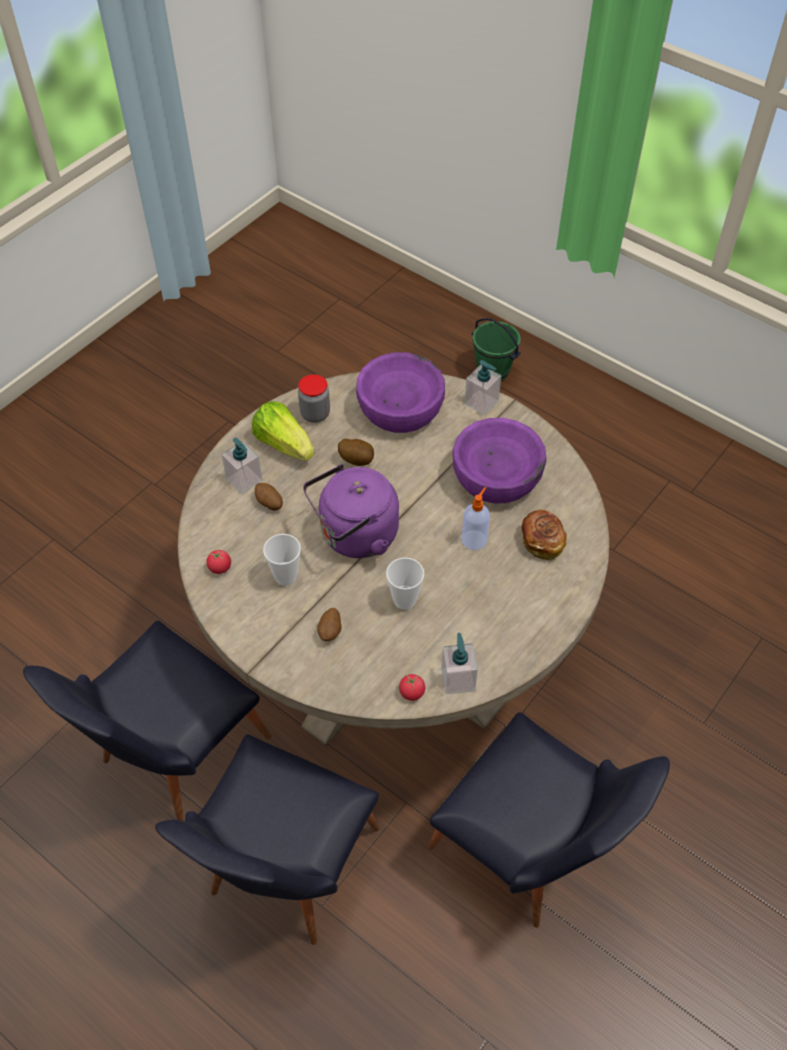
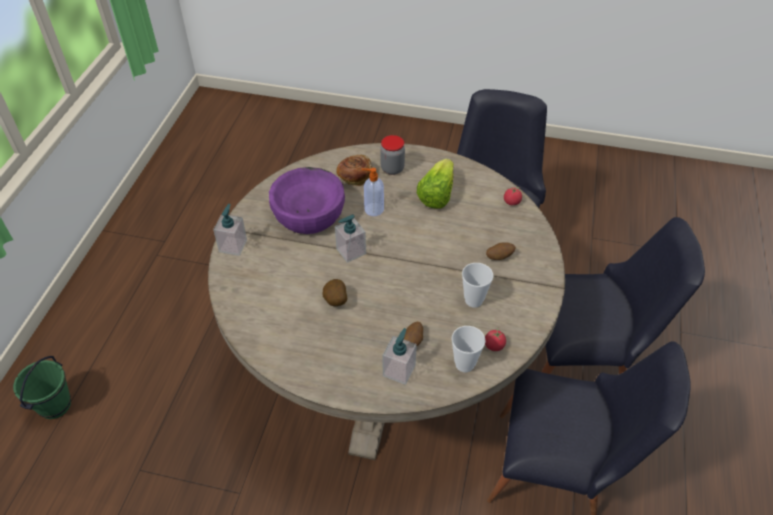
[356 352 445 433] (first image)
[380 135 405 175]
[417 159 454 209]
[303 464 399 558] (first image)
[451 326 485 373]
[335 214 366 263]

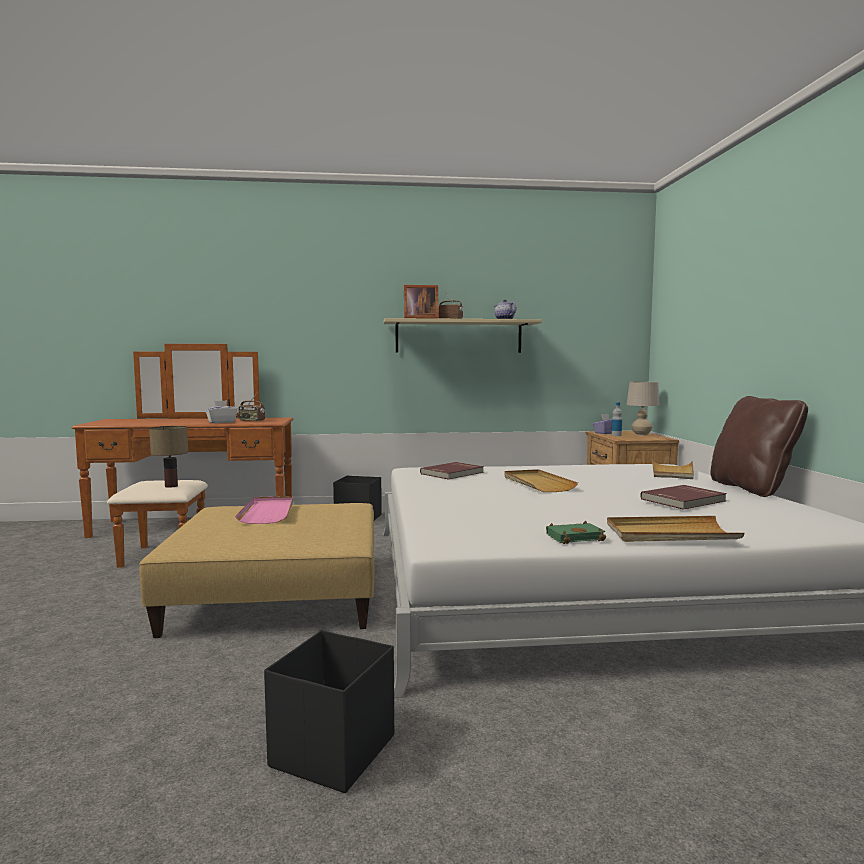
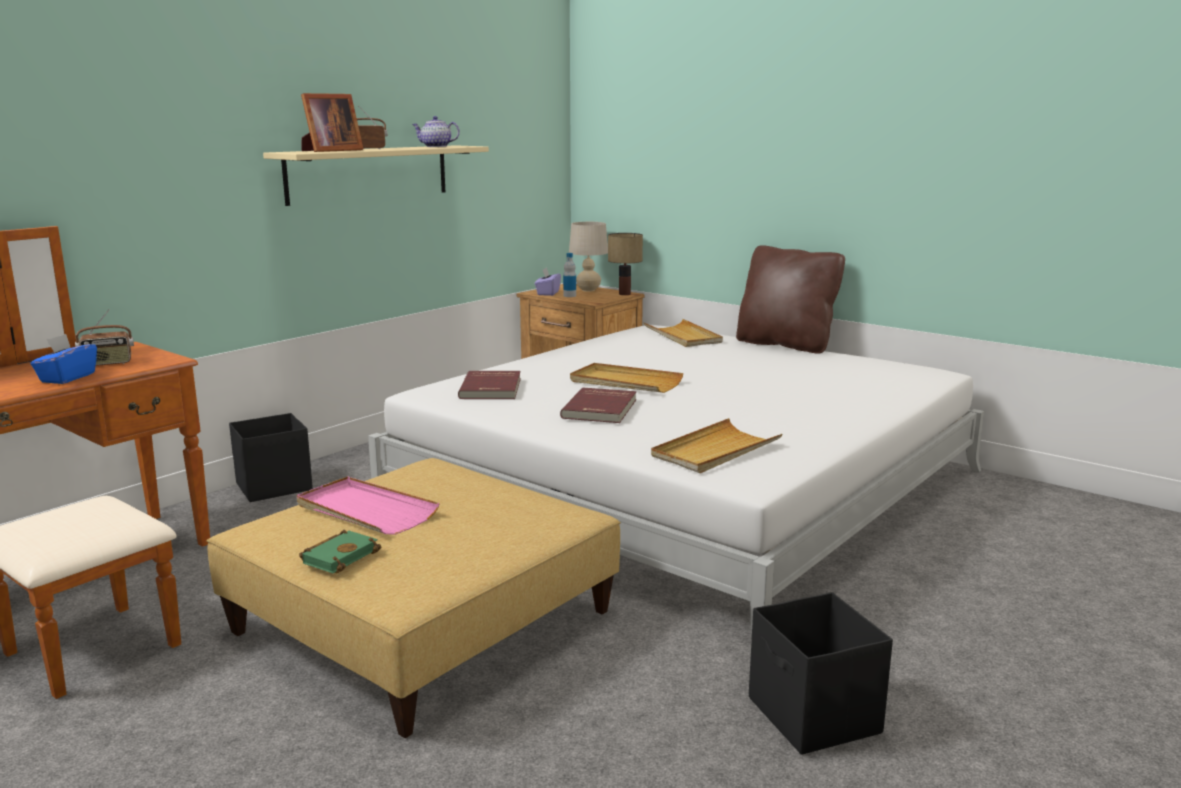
[30 334 97 384]
[608 233 643 295]
[560 387 636 423]
[651 418 782 473]
[299 530 381 573]

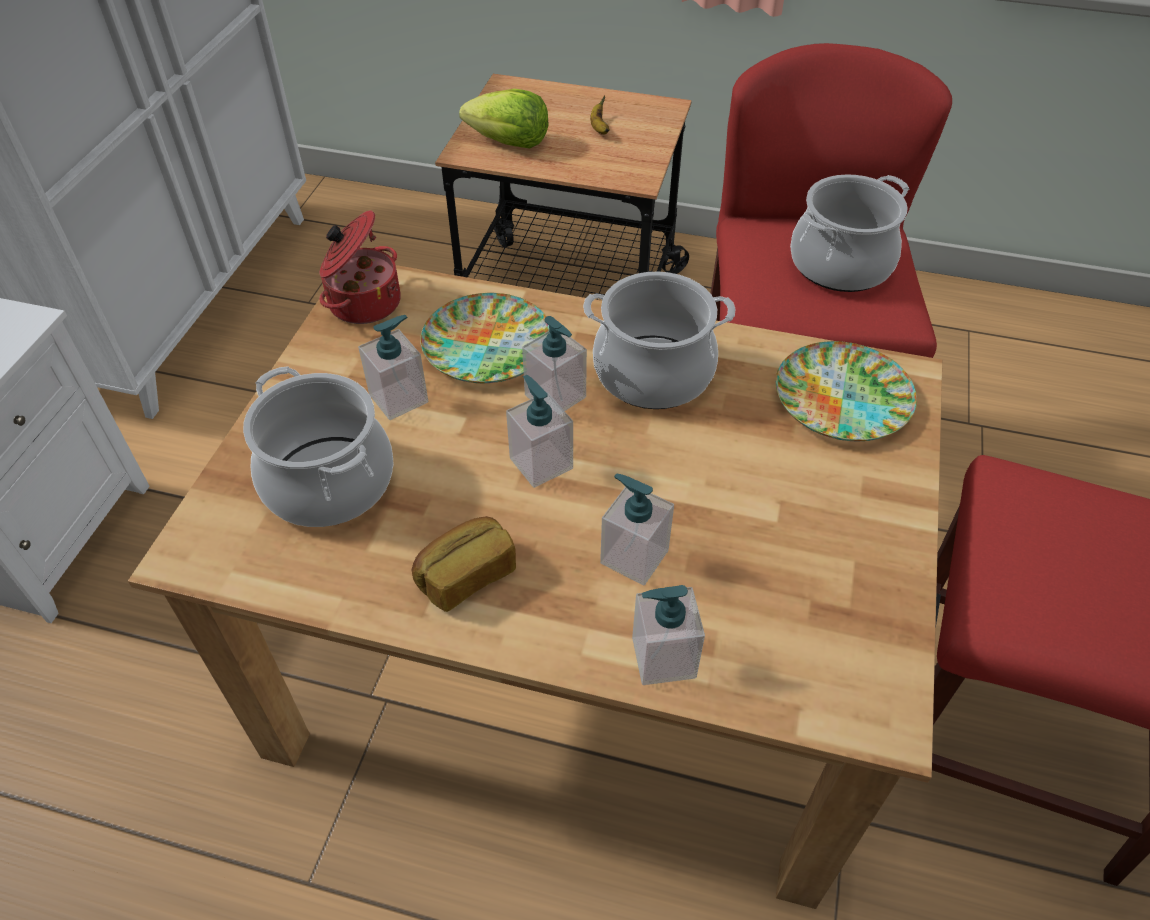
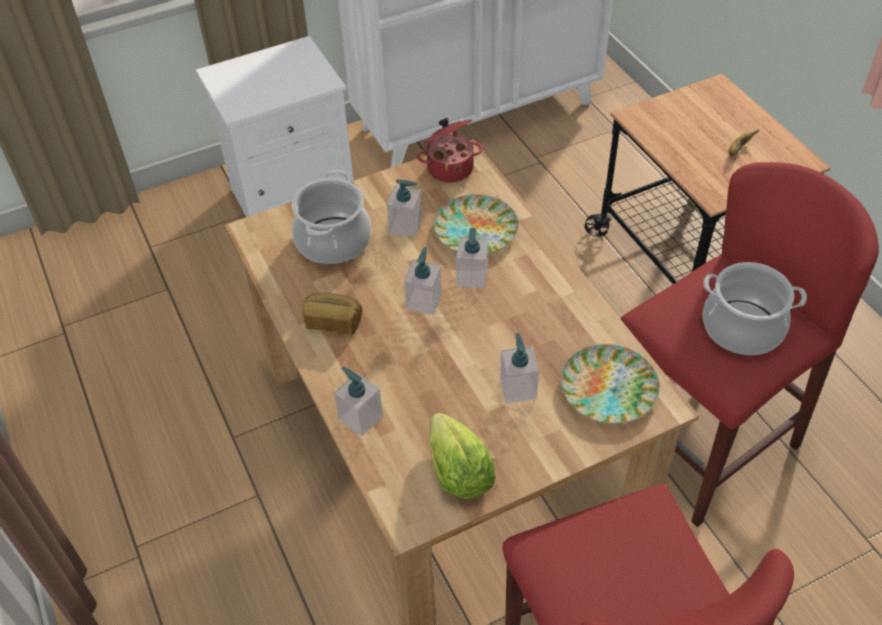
[430 413 496 499]
[583 271 735 409] (first image)
[500 333 539 403]

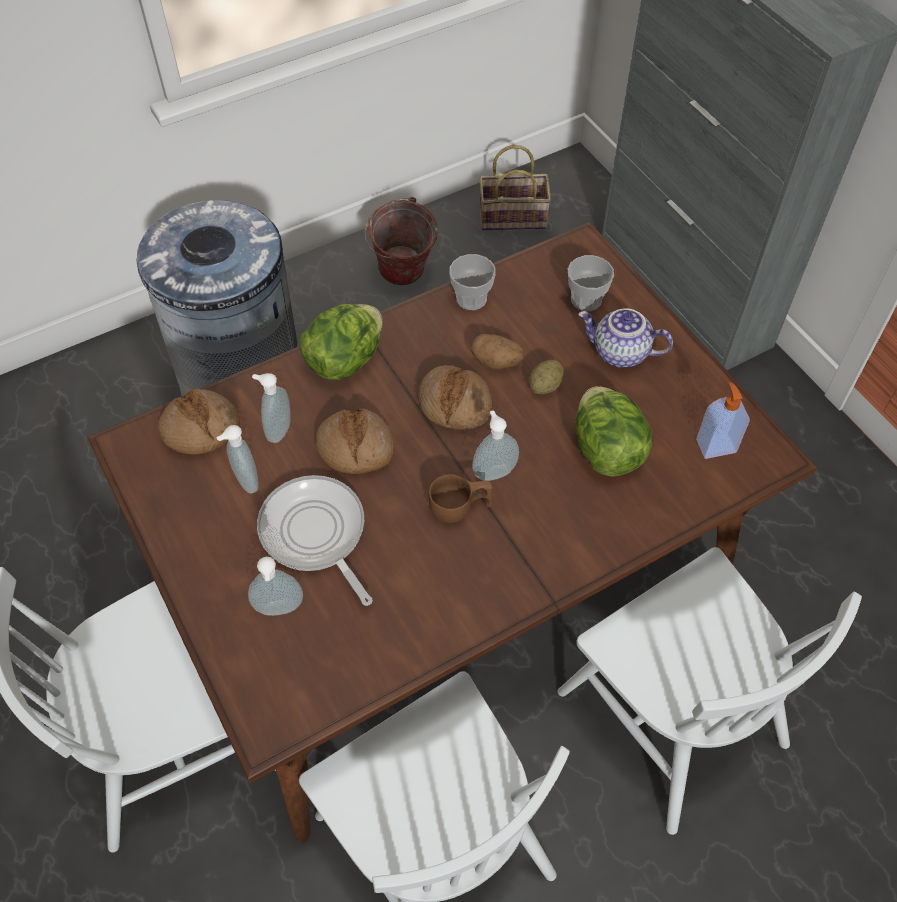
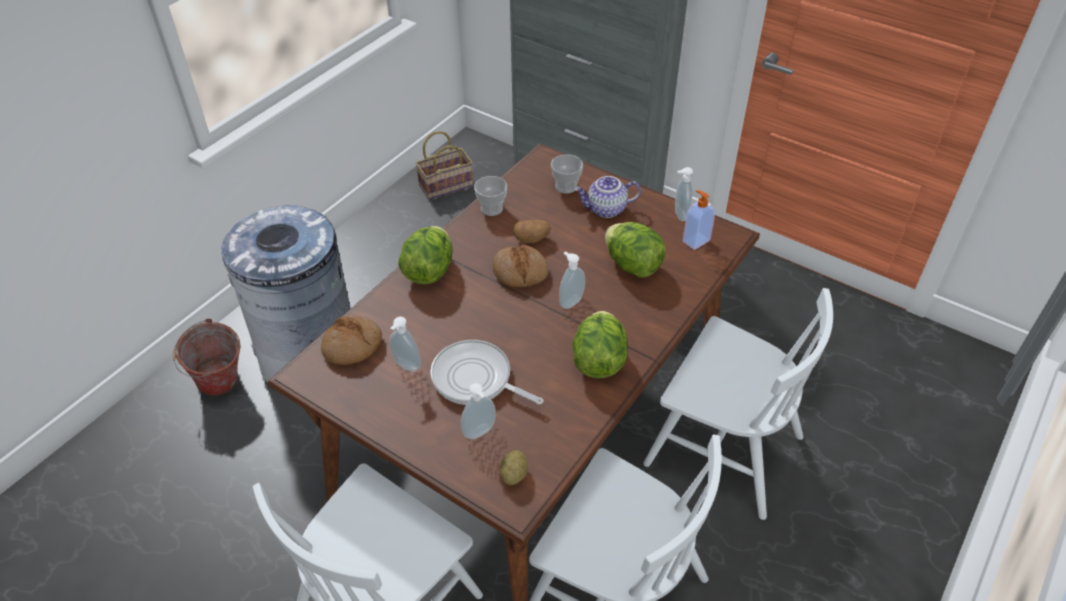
[173 318 241 396]
[499 450 528 486]
[675 167 693 221]
[316 408 394 474] (first image)
[429 474 492 523] (first image)
[572 311 628 378]

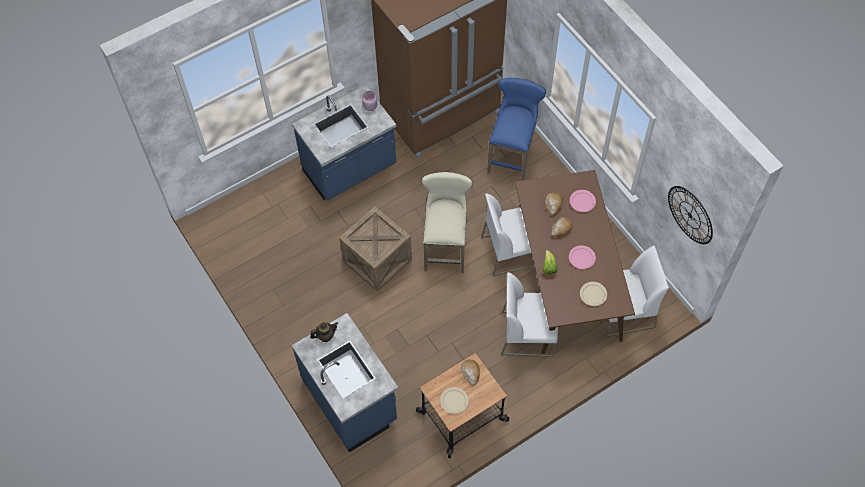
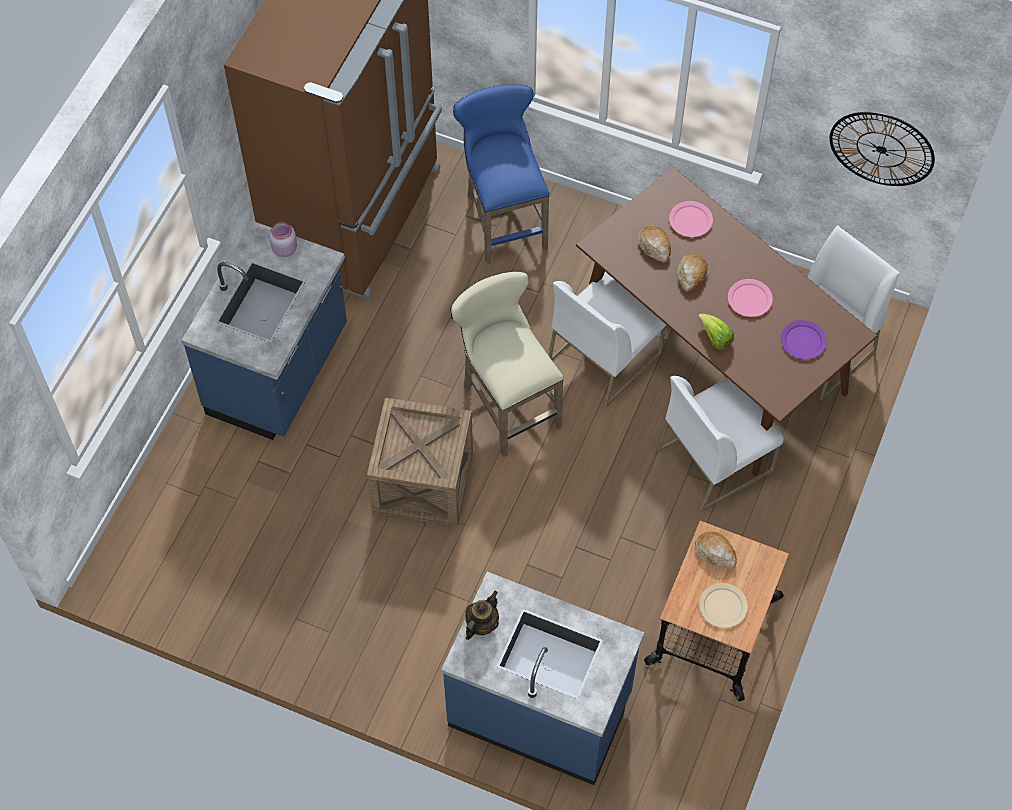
[781 320 827 359]

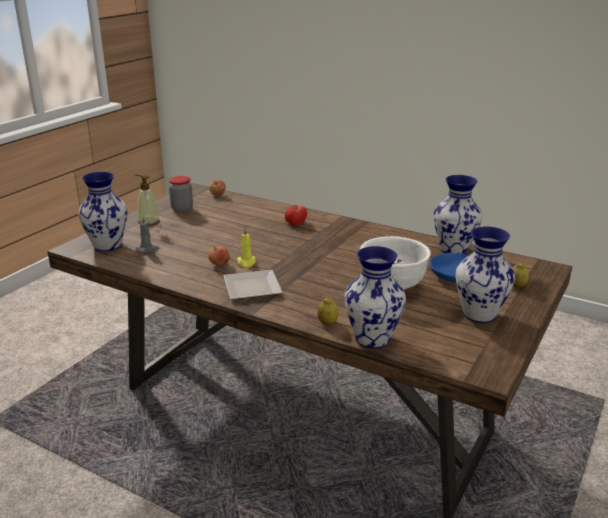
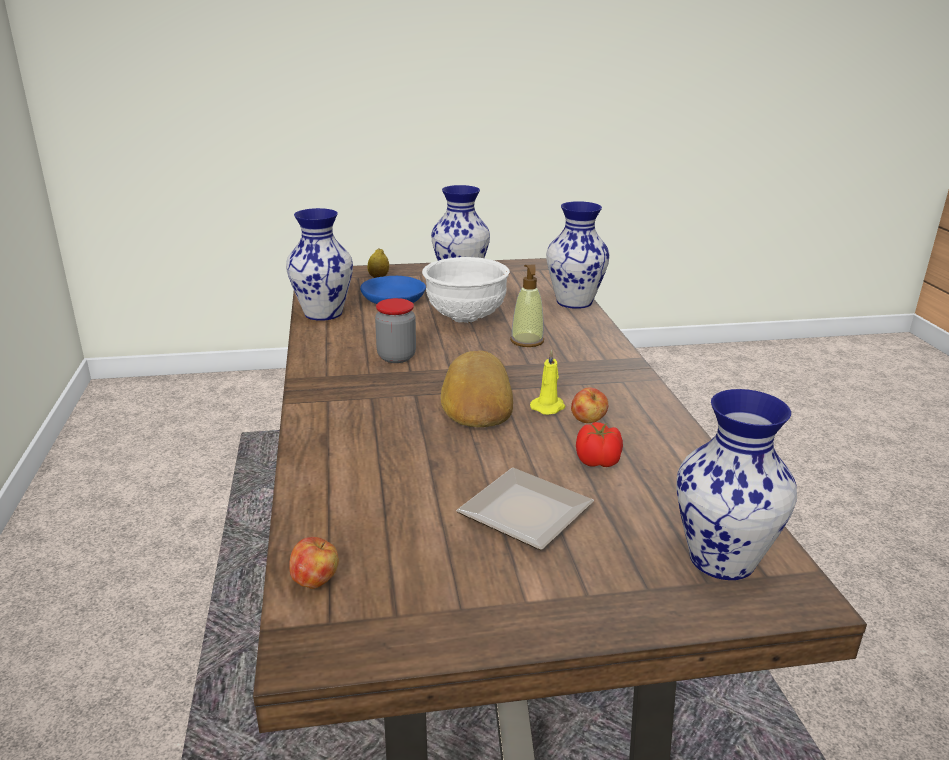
[510 265 544 347]
[375 298 416 363]
[576 422 623 467]
[136 216 159 253] (first image)
[456 468 594 550]
[318 298 339 325] (first image)
[440 351 513 427]

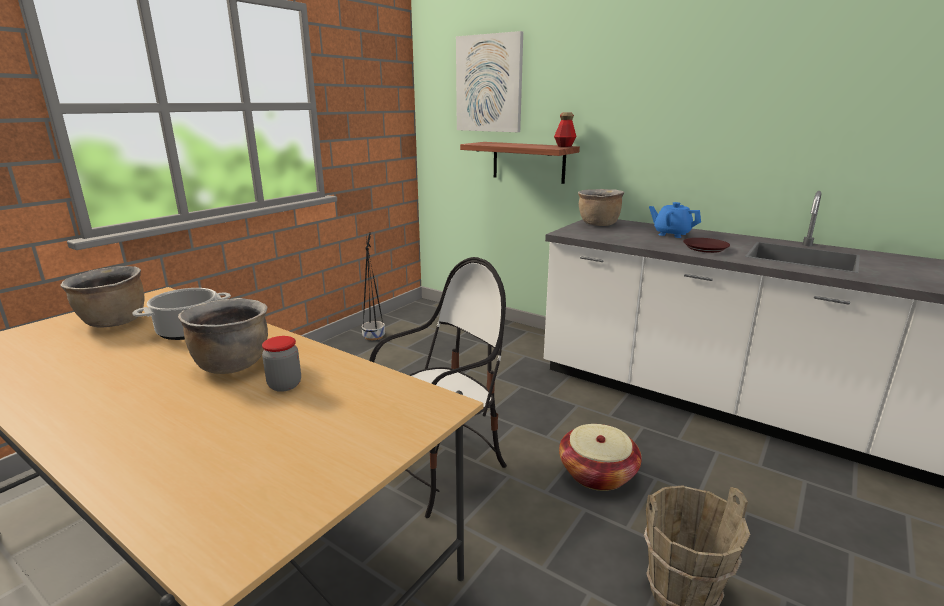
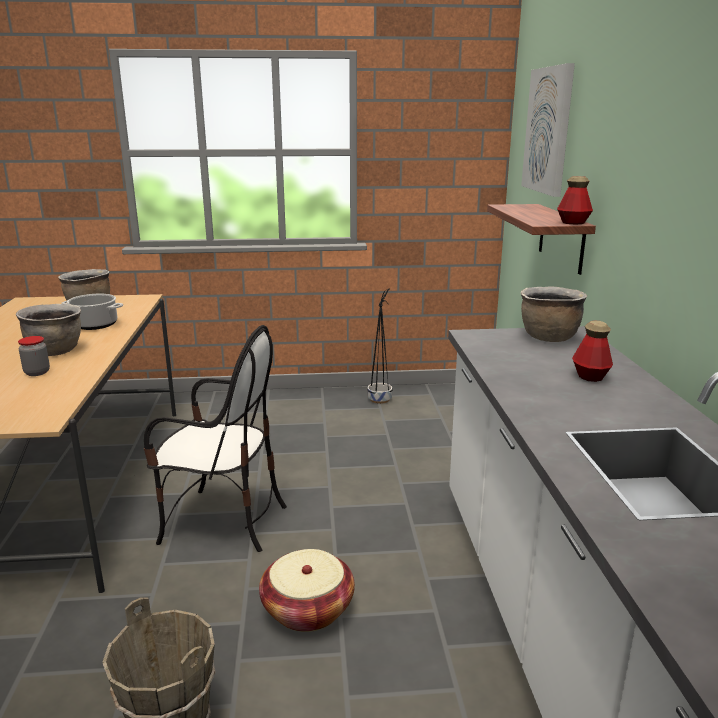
[572 321 613 382]
[683 238 730 253] (first image)

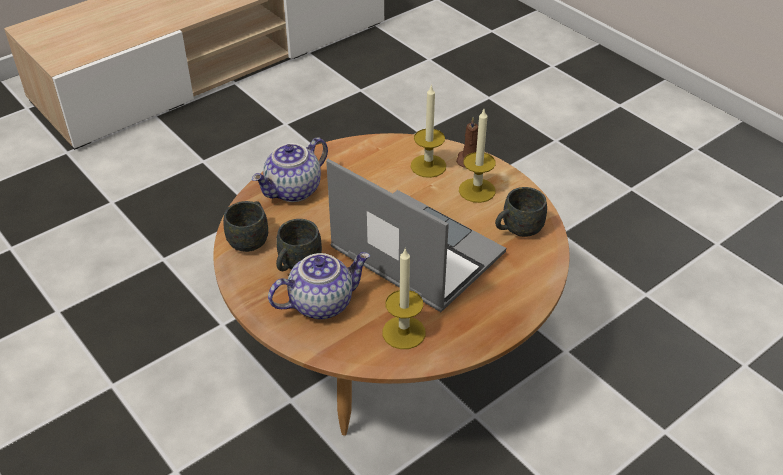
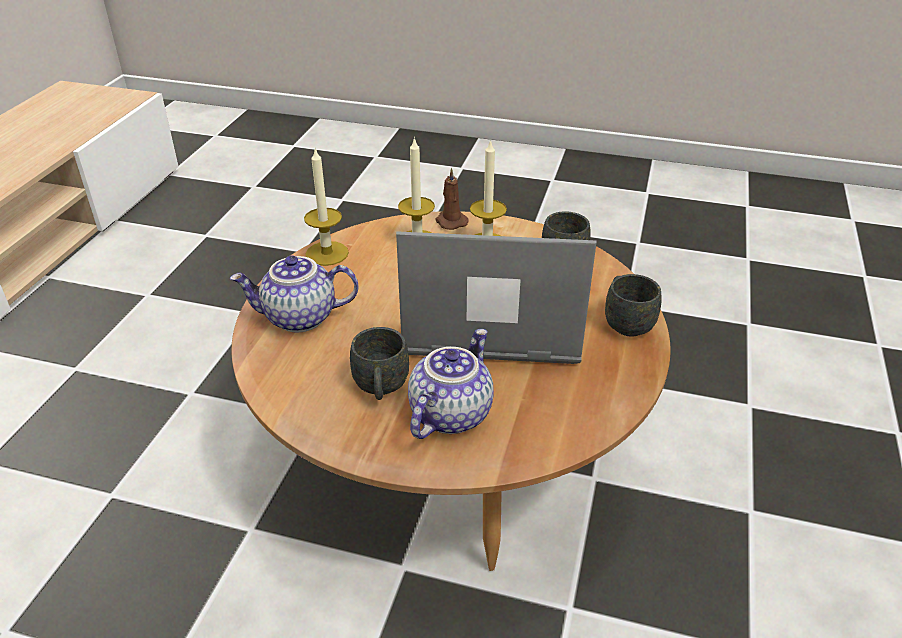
[230 255 358 332]
[605 274 662 336]
[304 148 349 266]

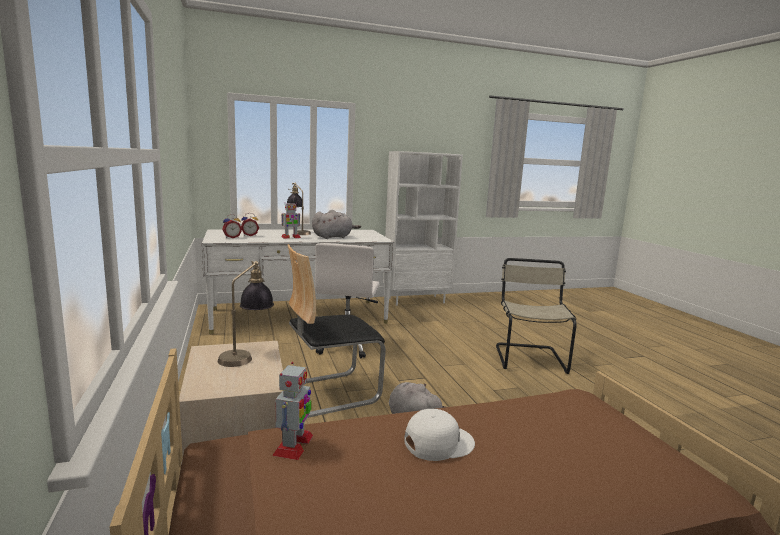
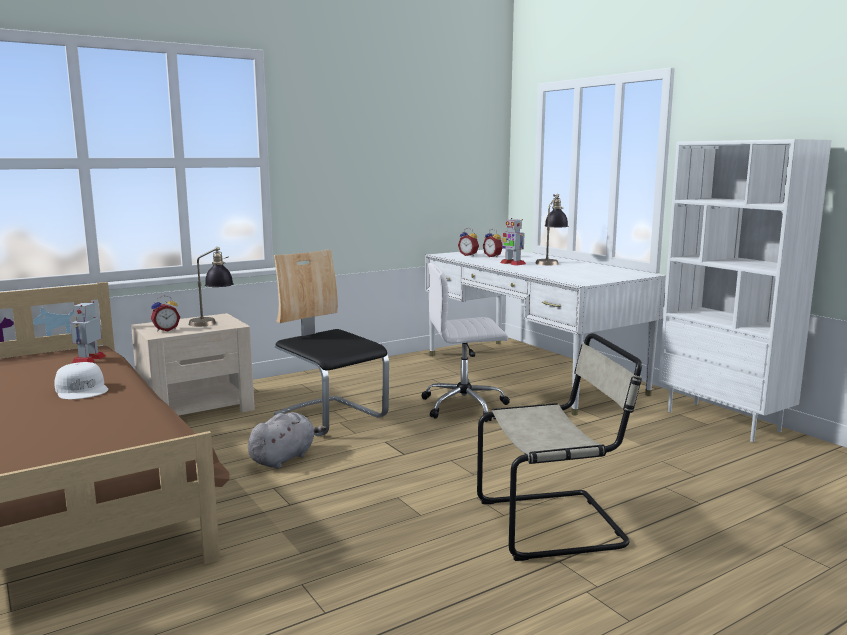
[312 210 361 239] (first image)
[71 301 106 364]
[151 296 180 332]

